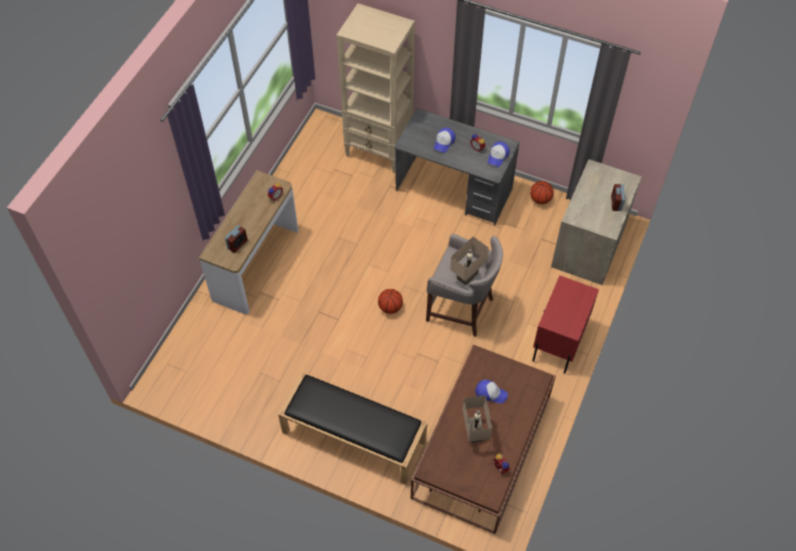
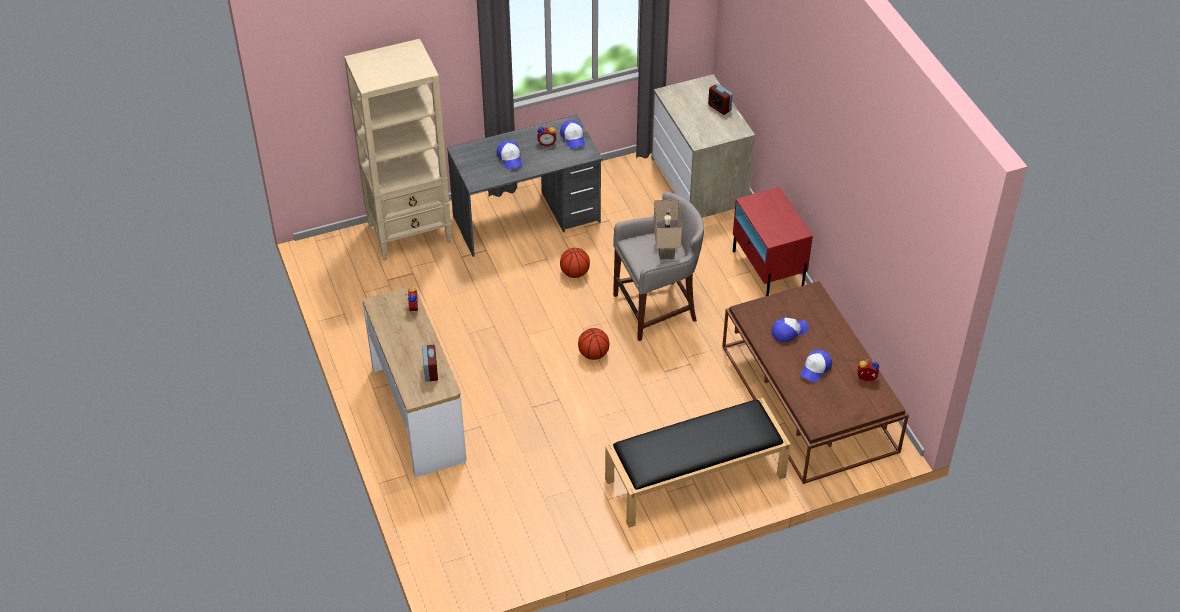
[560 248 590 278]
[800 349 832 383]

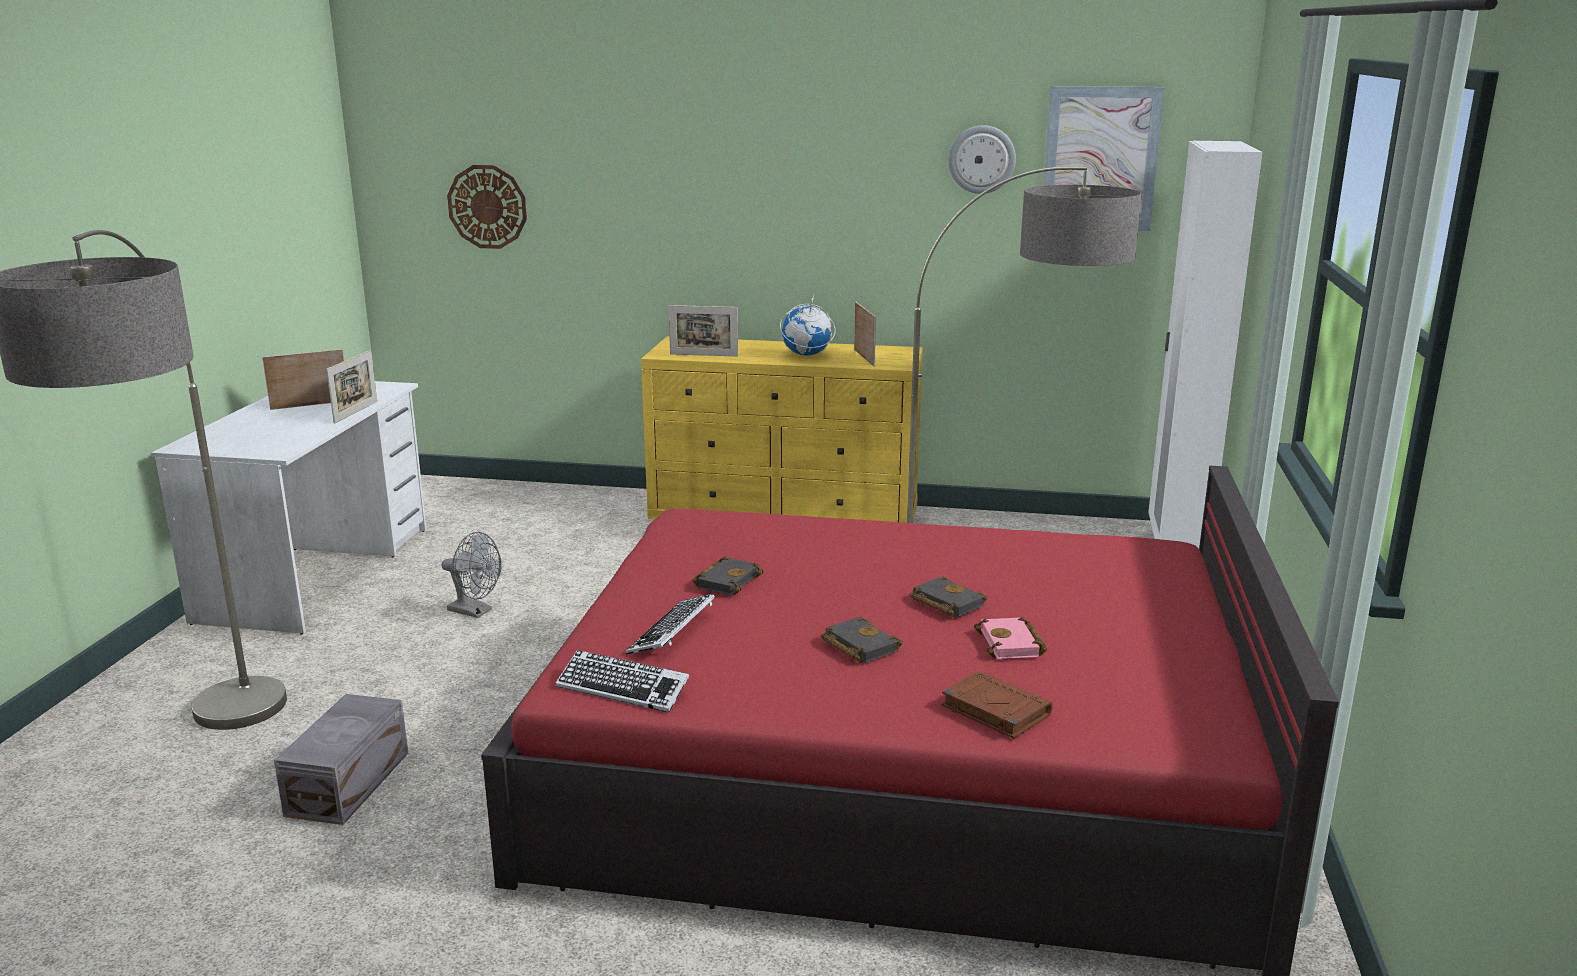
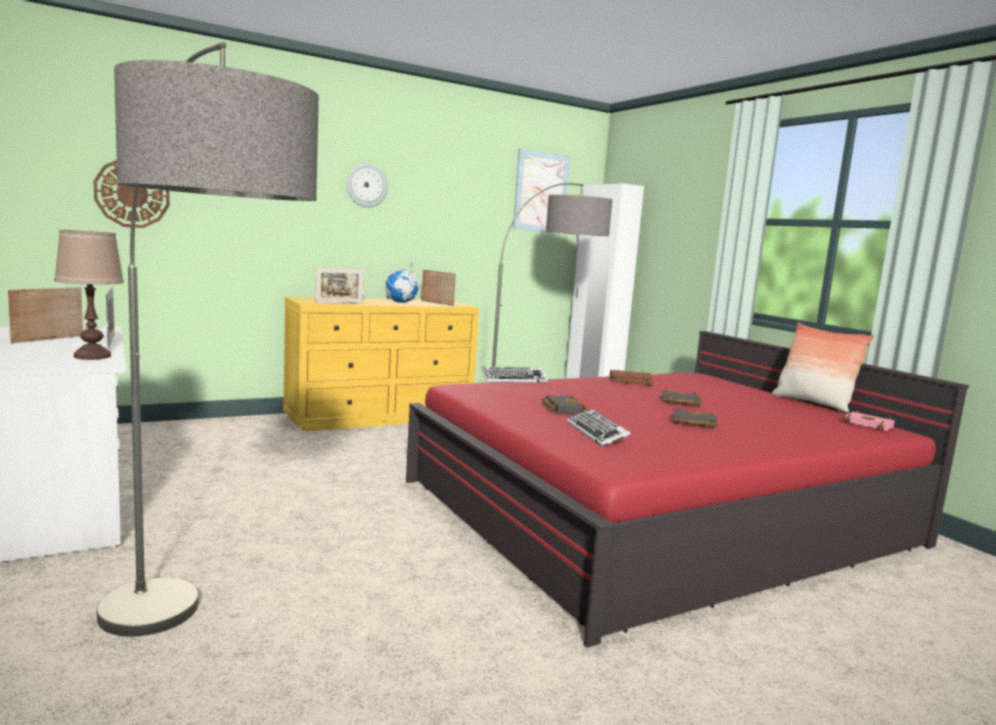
[346 163 388 207]
[441 532 502 618] (first image)
[844 410 895 431]
[481 367 548 382]
[610 370 653 386]
[274 694 408 825] (first image)
[54 230 124 360]
[771 323 874 413]

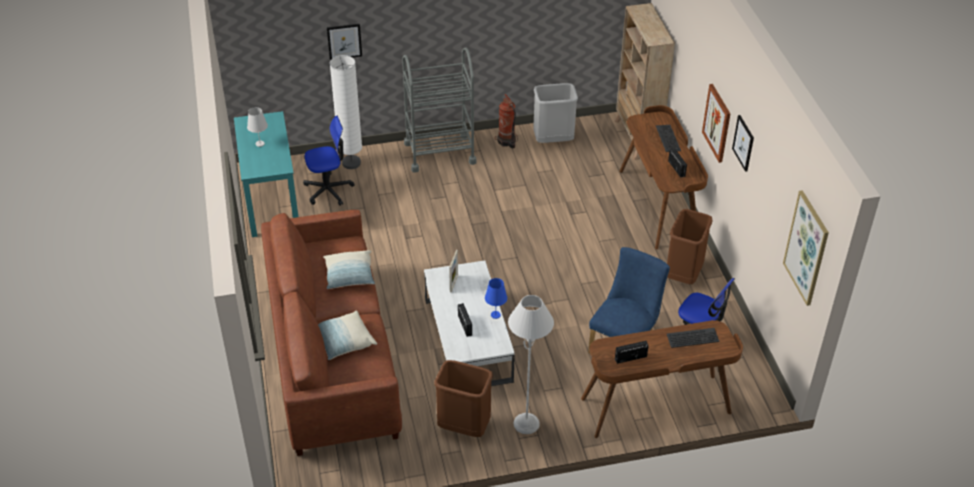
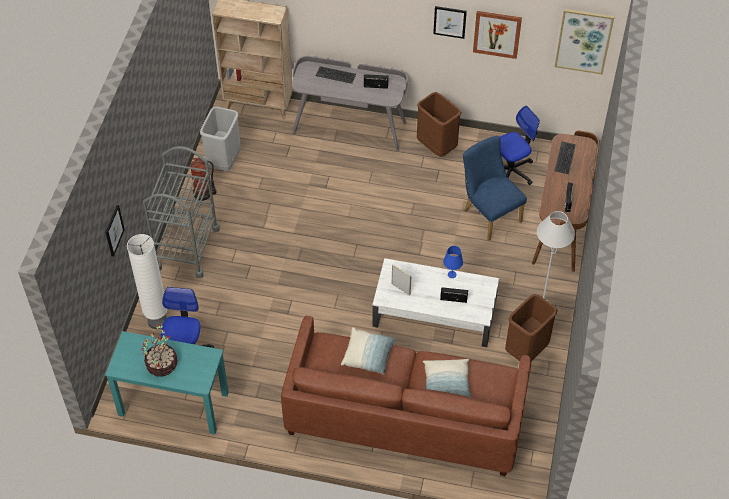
[473 11 522 59]
[292 56 408 152]
[142 323 177 377]

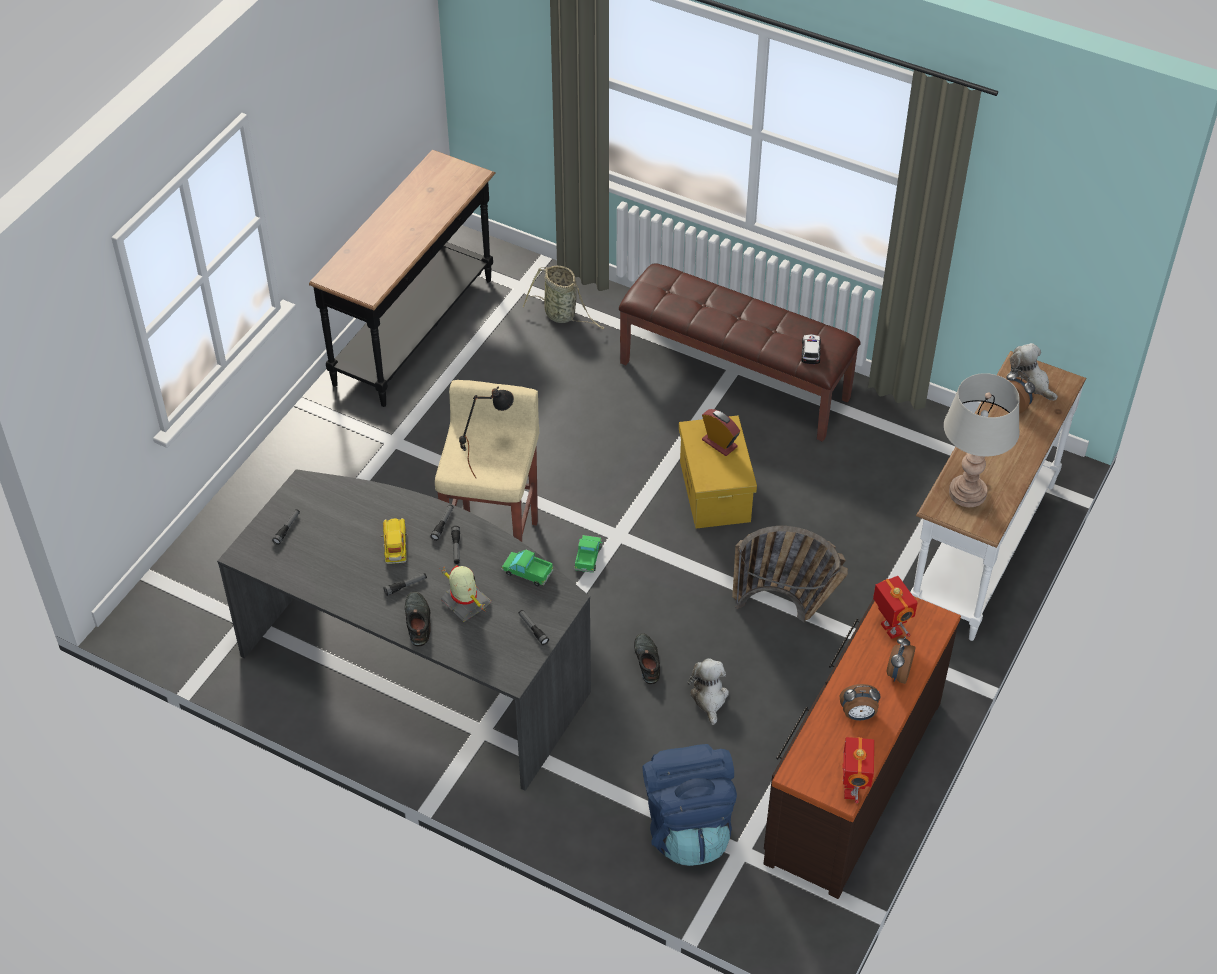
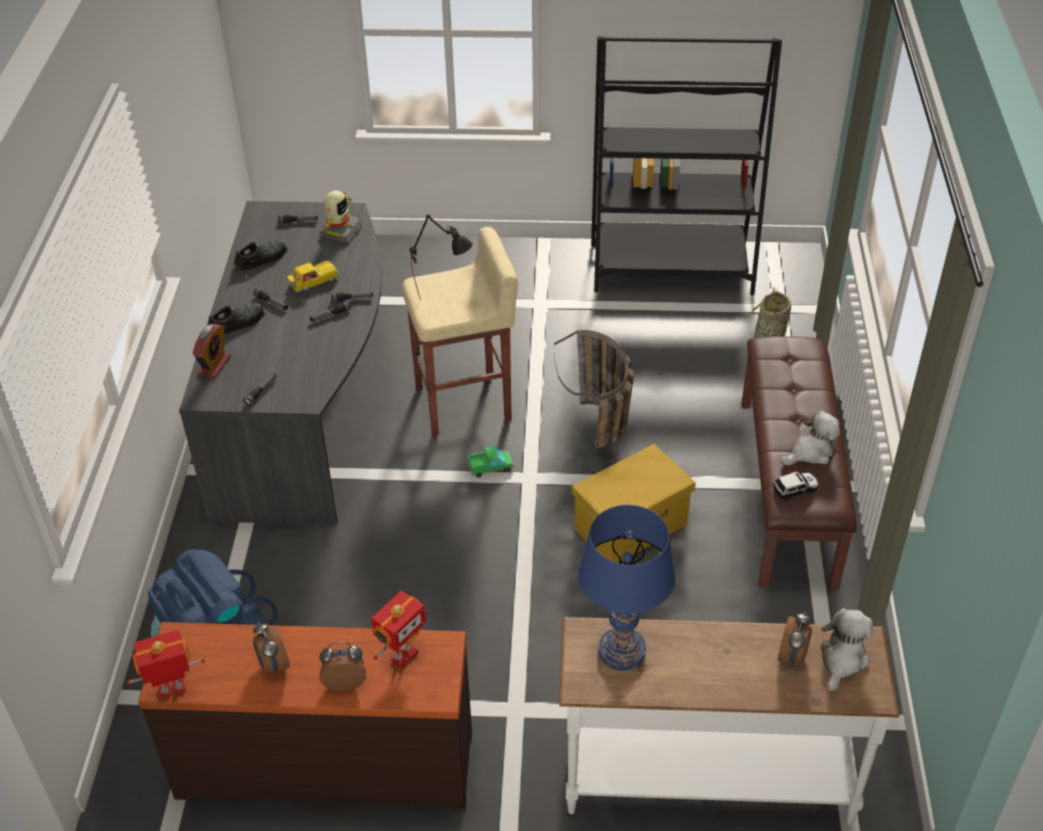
[591 36 782 295]
[578 505 676 671]
[193 324 231 378]
[554 330 634 450]
[501 549 554 586] (first image)
[320 191 363 242]
[234 239 288 270]
[781 411 840 466]

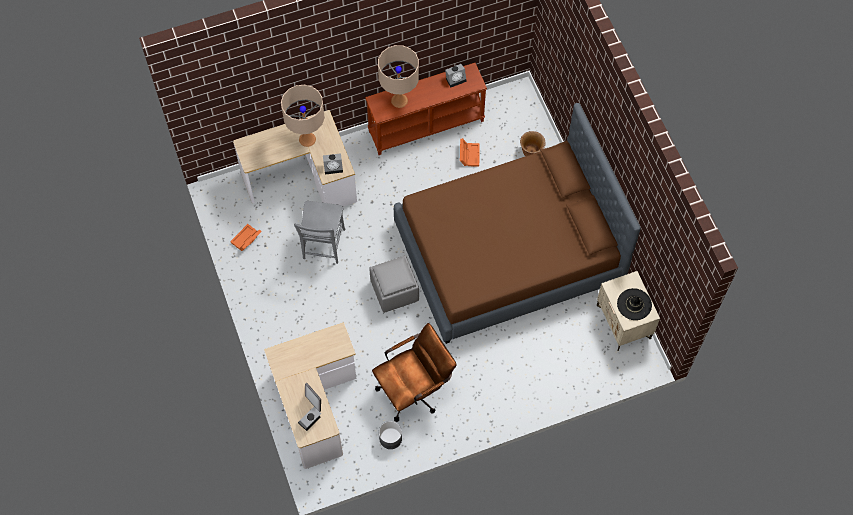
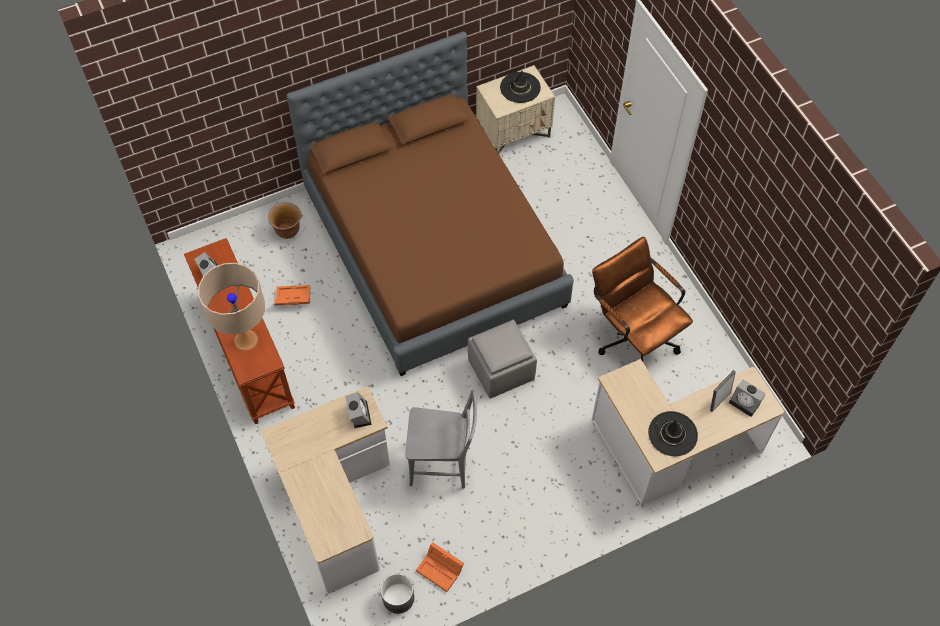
[281 85 325 147] (first image)
[381 573 414 614]
[648 411 698 456]

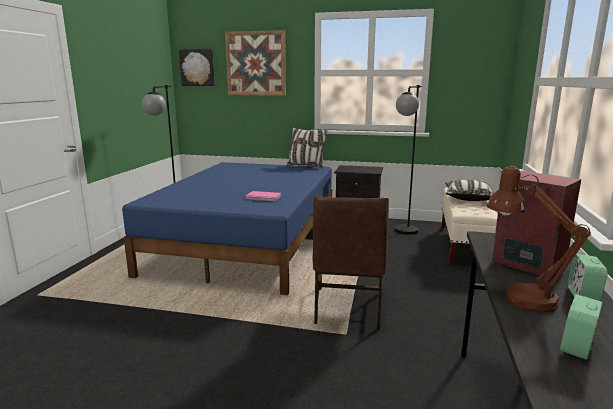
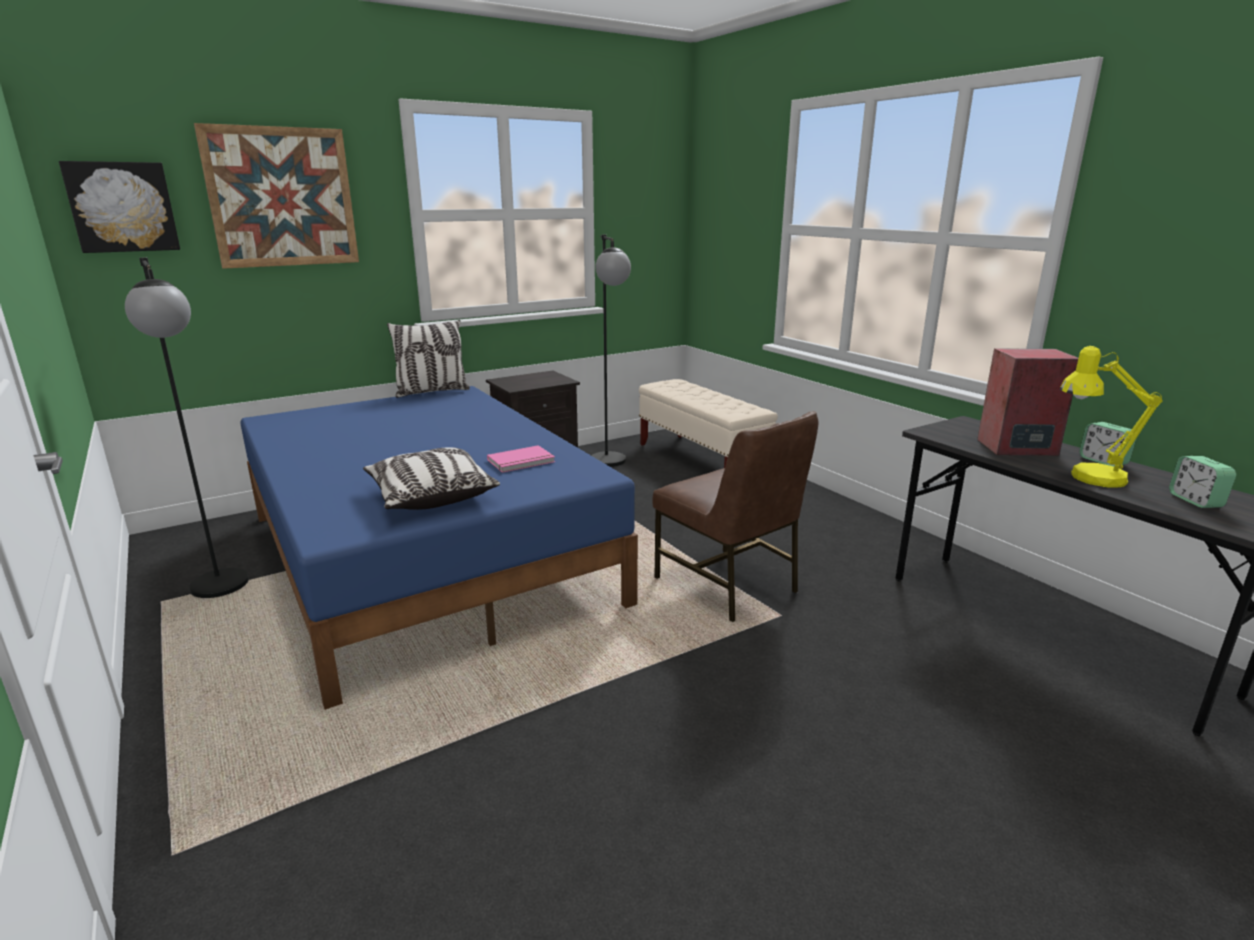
[1060 346 1163 488]
[363 447 500 510]

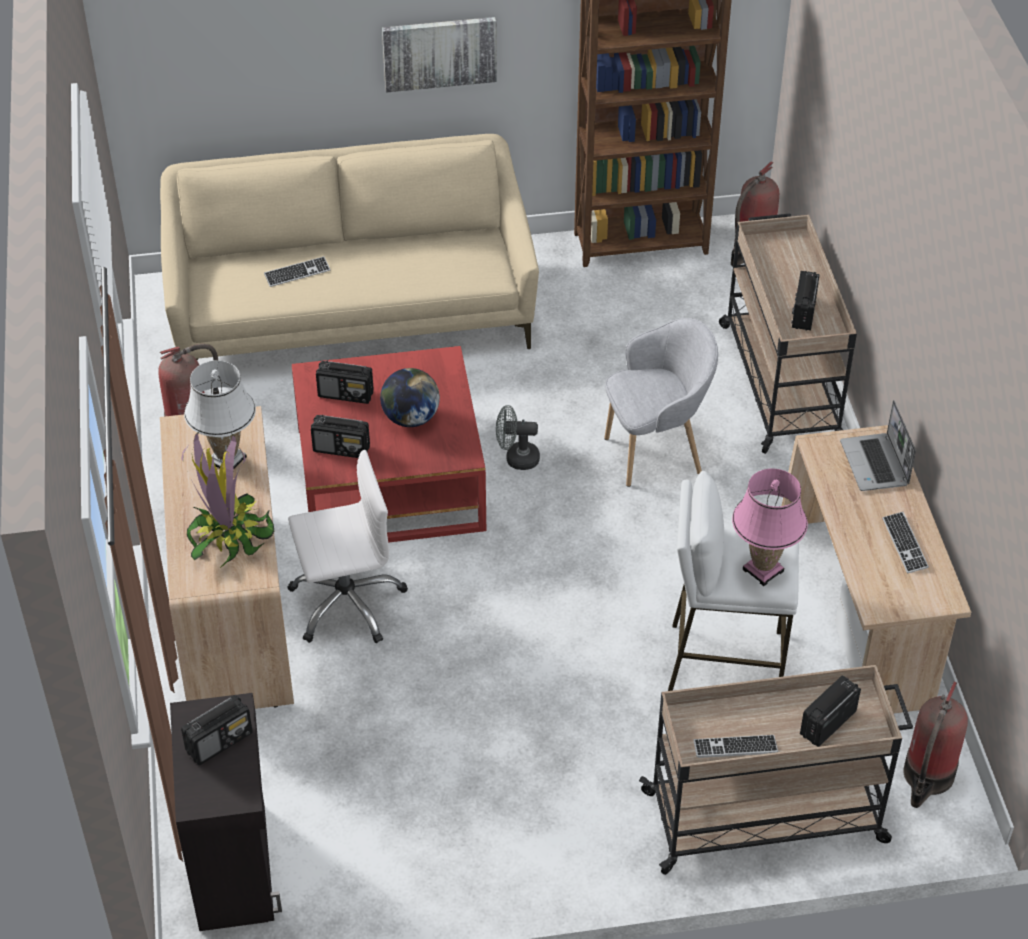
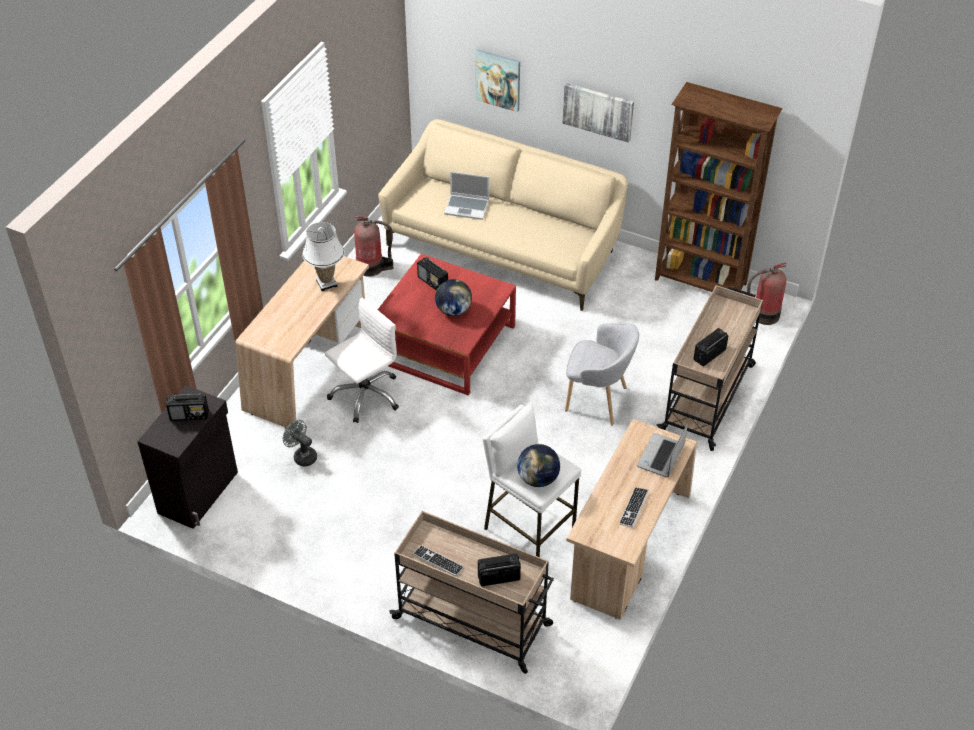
[444 171 489 220]
[283 420 317 467]
[311 414 370 458] (first image)
[181 431 274 568] (first image)
[325 297 399 423]
[517 444 560 487]
[903 682 968 808] (first image)
[475 49 520 112]

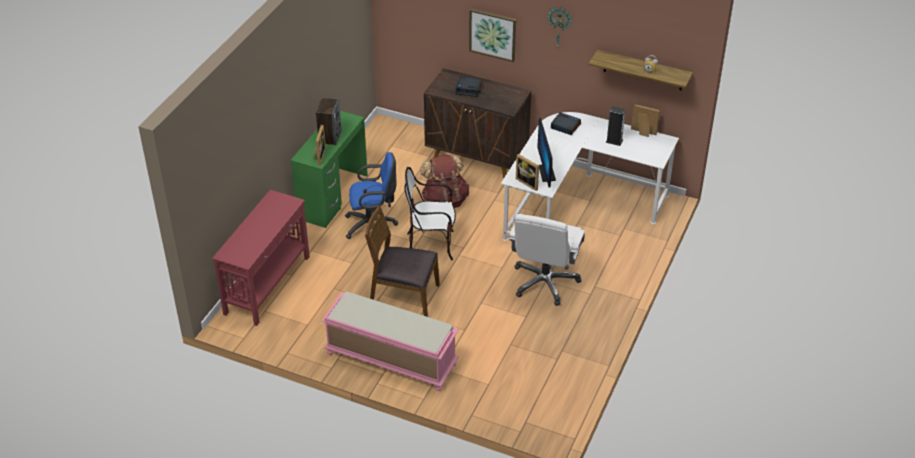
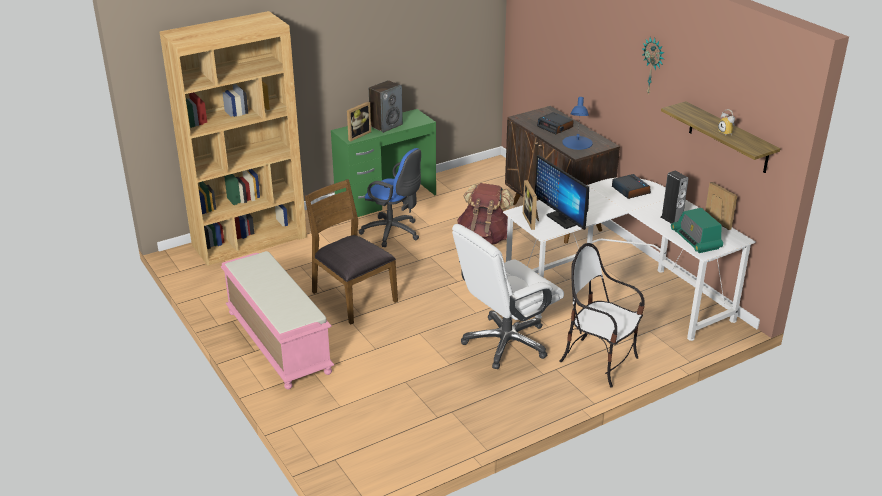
[469 8 516 62] (first image)
[535 155 589 230]
[559 243 645 388]
[159 11 307 266]
[562 97 593 150]
[671 208 723 253]

